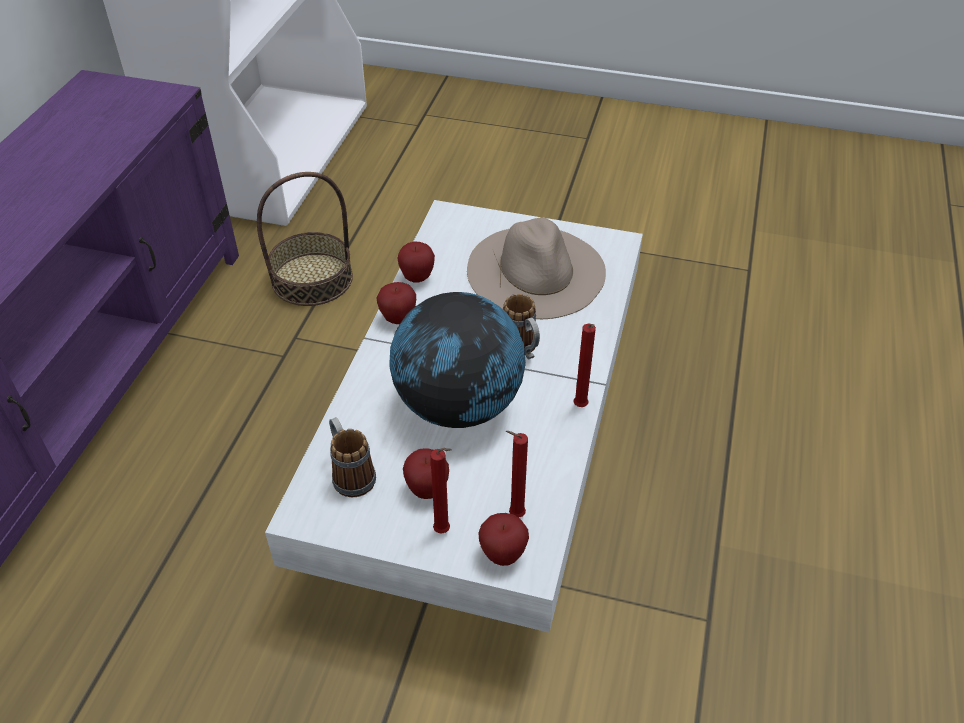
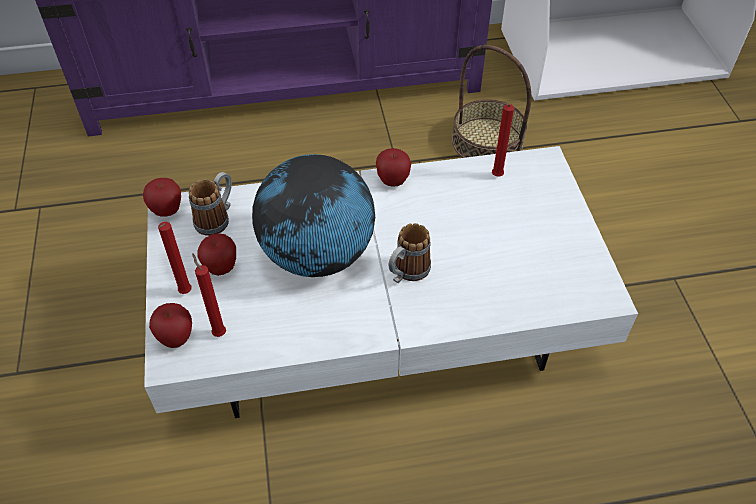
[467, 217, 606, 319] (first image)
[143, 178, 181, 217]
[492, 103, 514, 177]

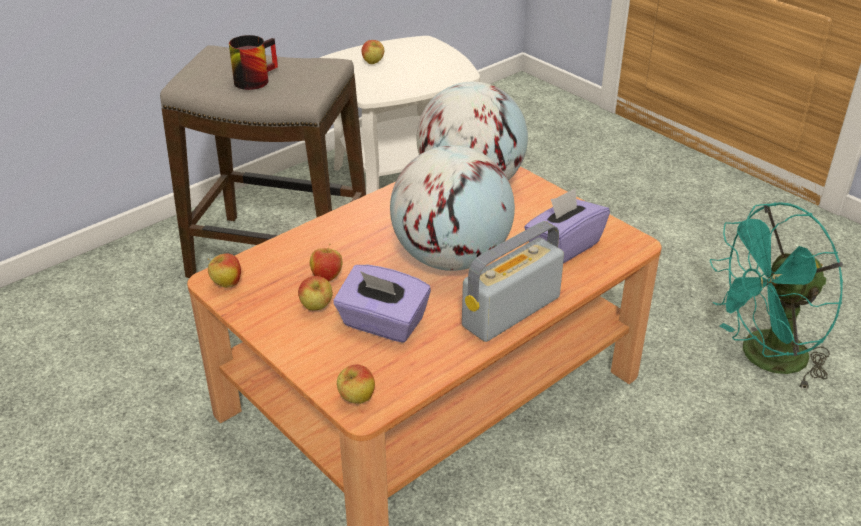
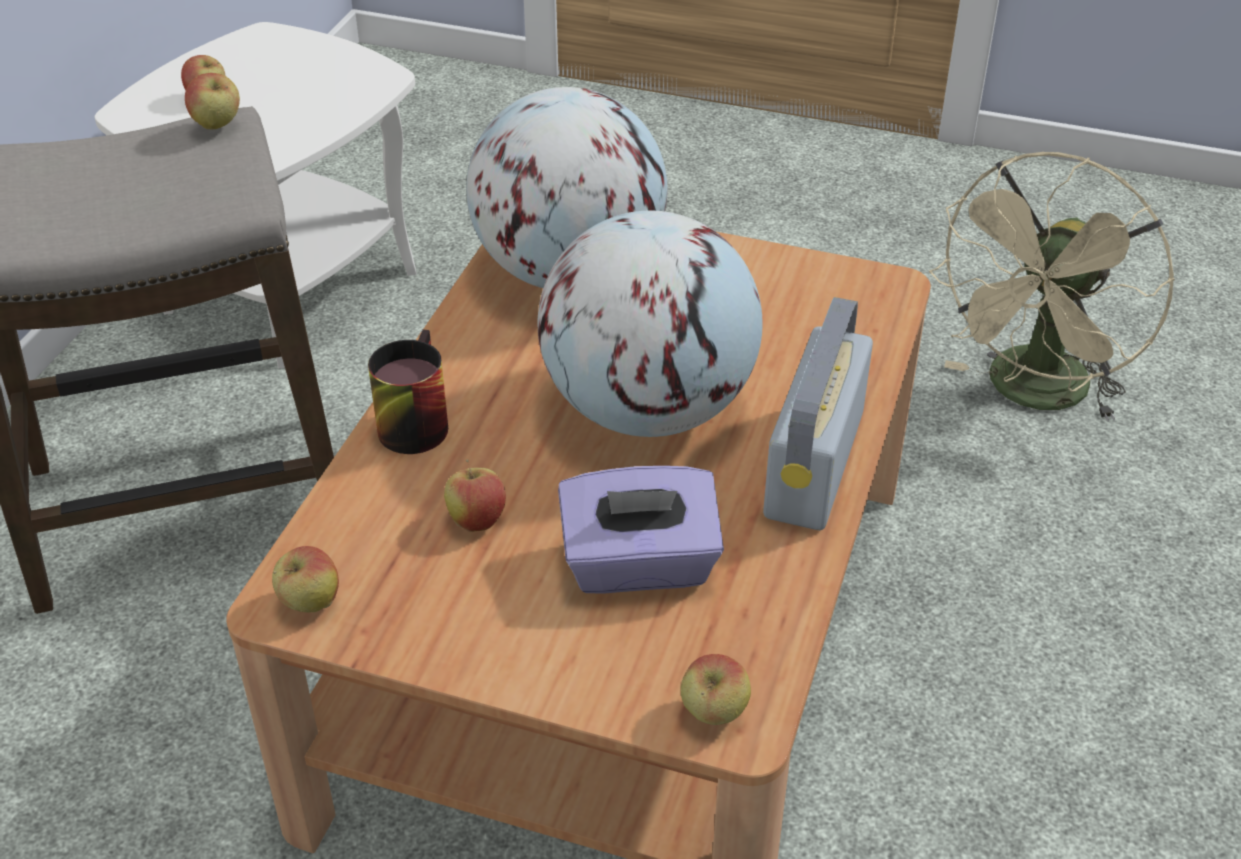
[524, 188, 610, 263] (first image)
[368, 329, 448, 454]
[185, 73, 240, 129]
[929, 152, 1175, 422]

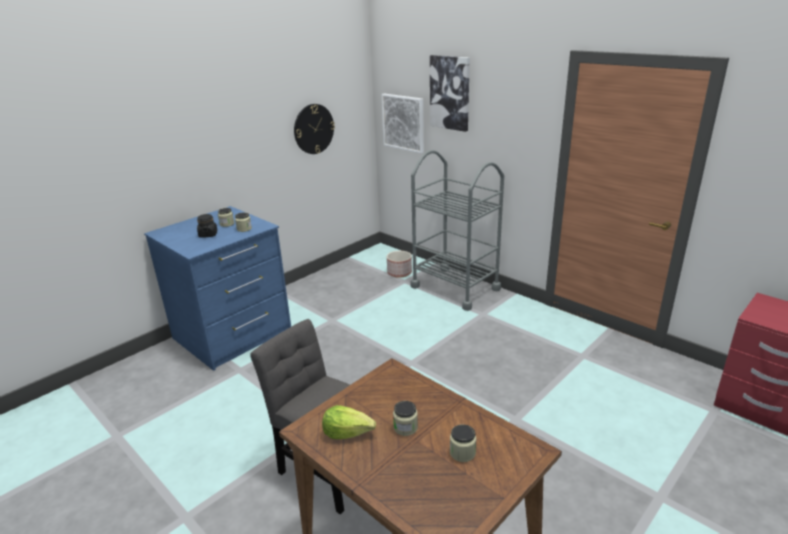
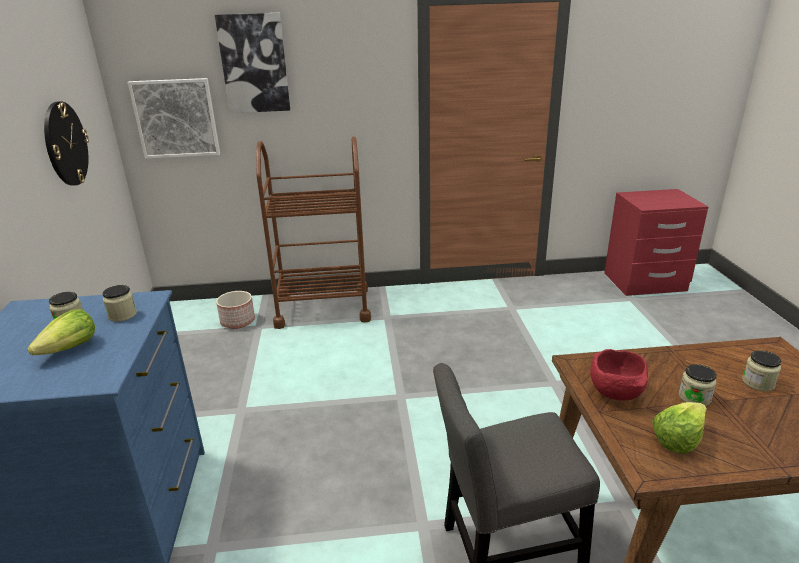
[590, 349, 648, 401]
[27, 309, 95, 355]
[256, 136, 371, 329]

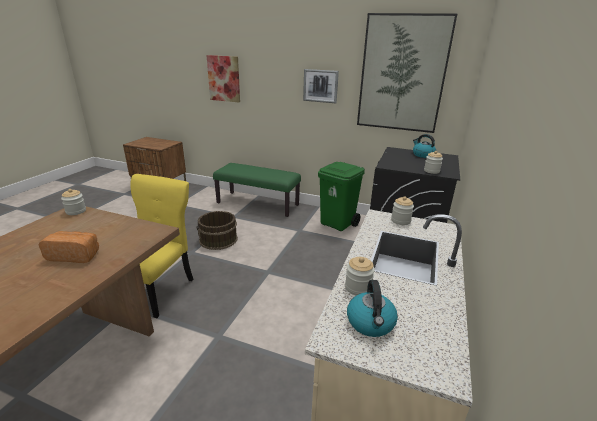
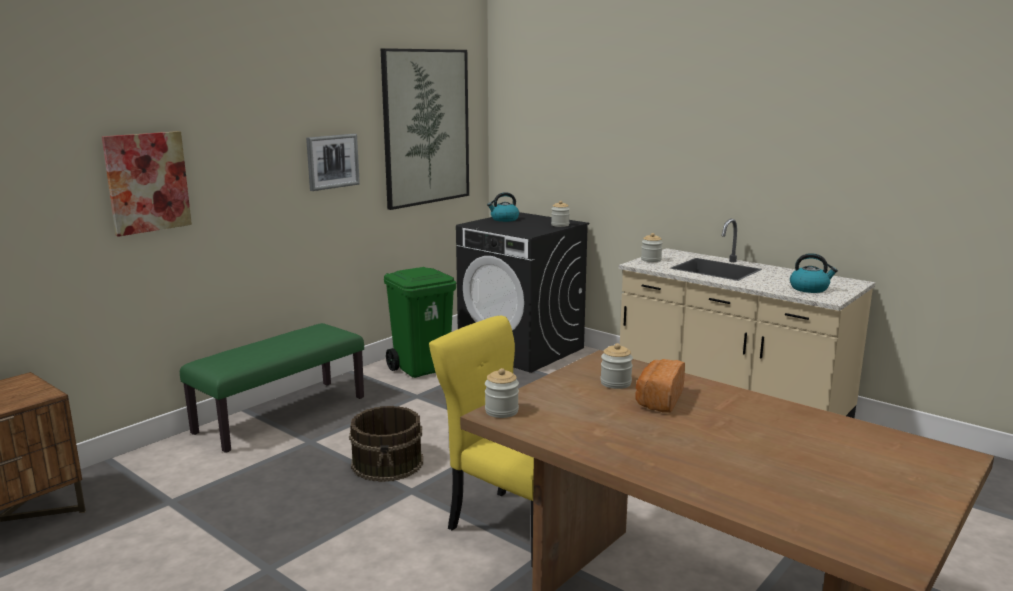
[600, 343, 633, 389]

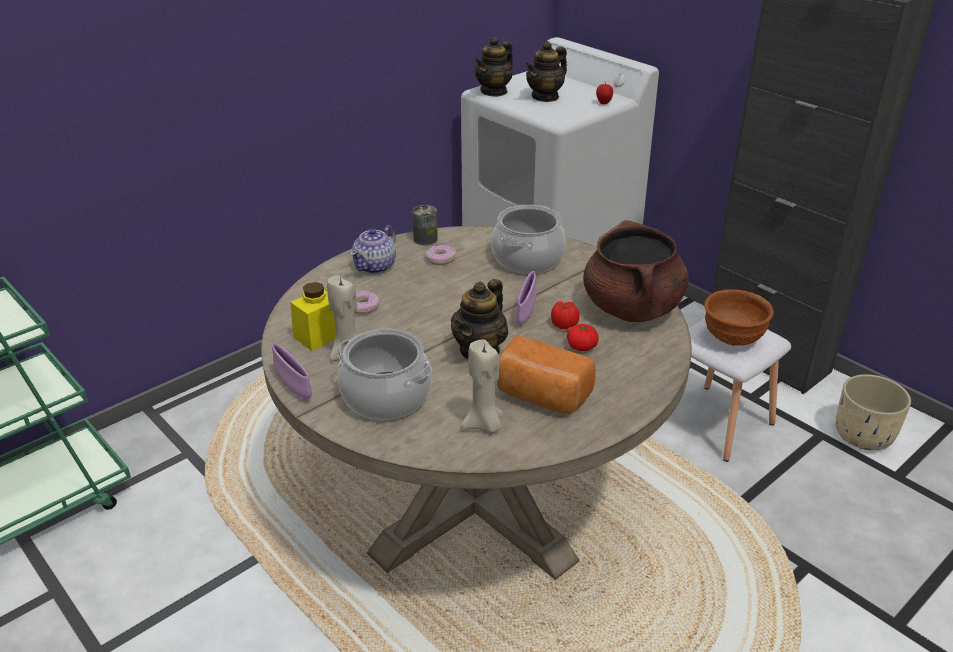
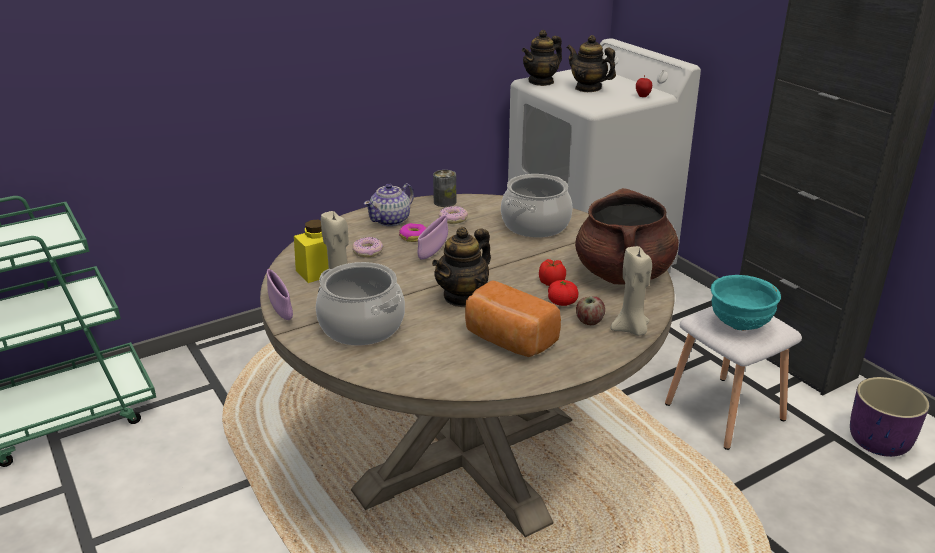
[399, 223, 426, 242]
[576, 296, 605, 325]
[610, 246, 652, 336]
[418, 215, 448, 260]
[711, 275, 781, 330]
[850, 377, 929, 457]
[567, 35, 616, 92]

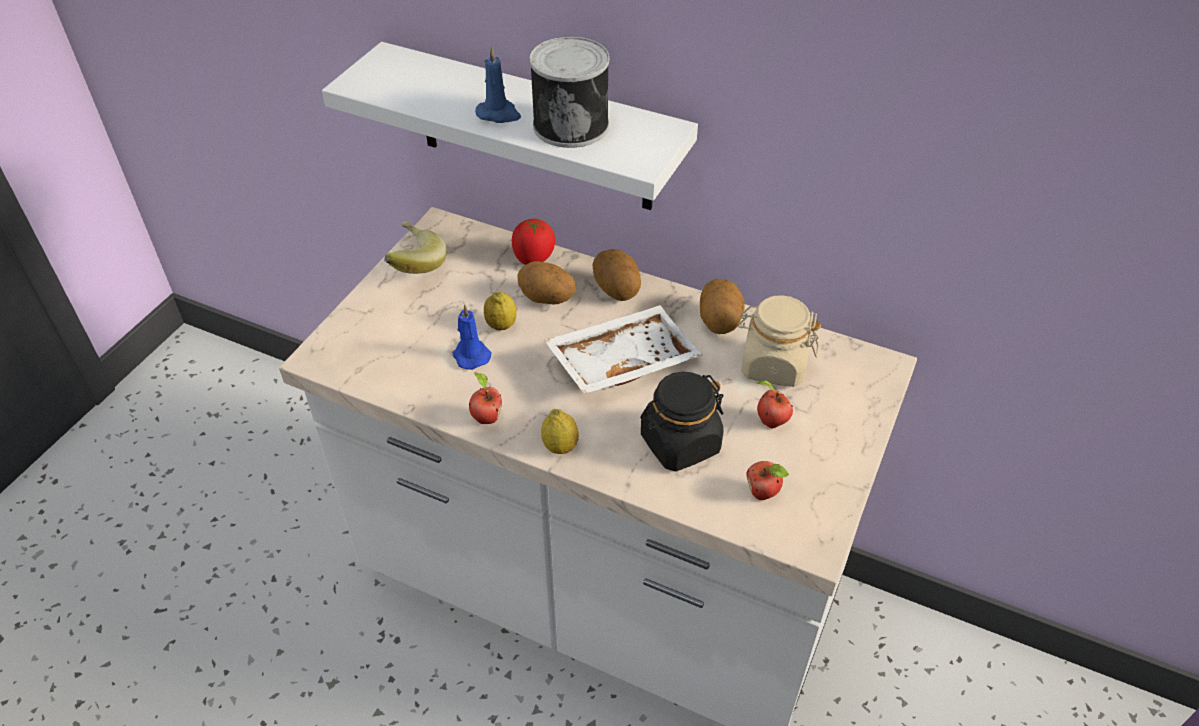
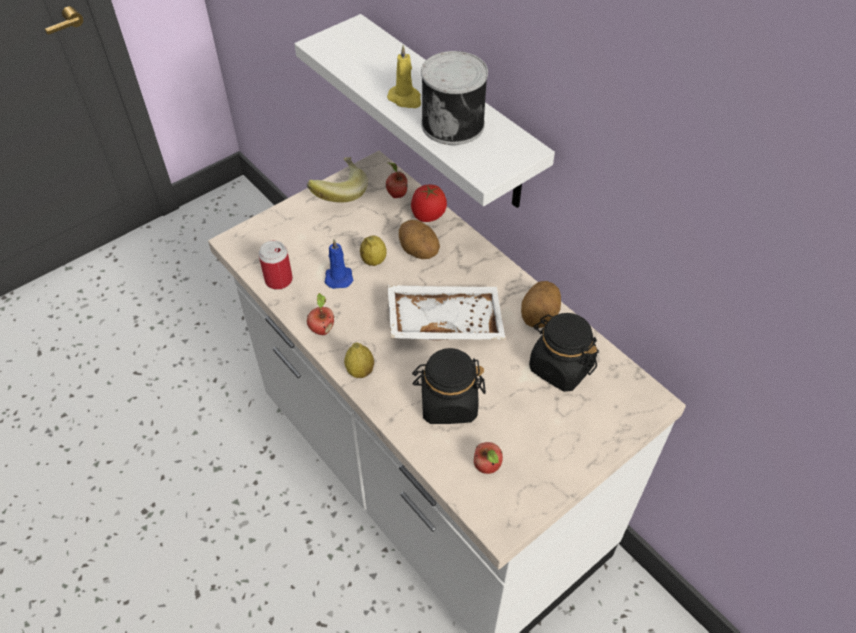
[592, 249, 641, 301] (first image)
[259, 240, 293, 290]
[386, 162, 407, 198]
[387, 45, 421, 108]
[529, 313, 599, 392]

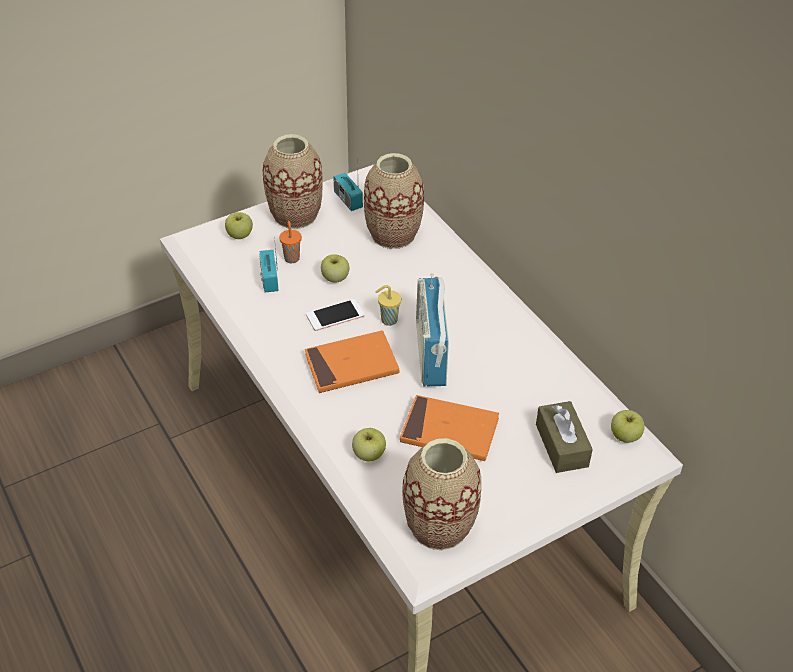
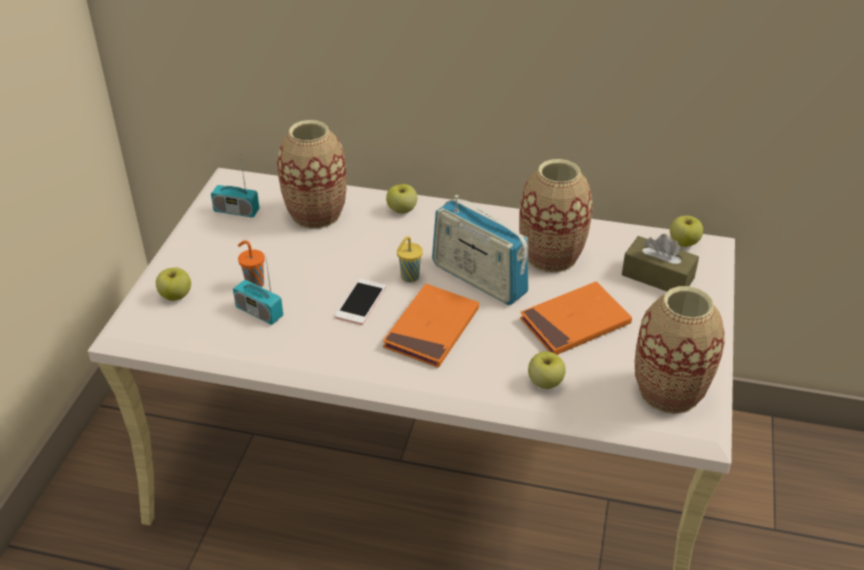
[519, 159, 593, 273]
[386, 184, 417, 214]

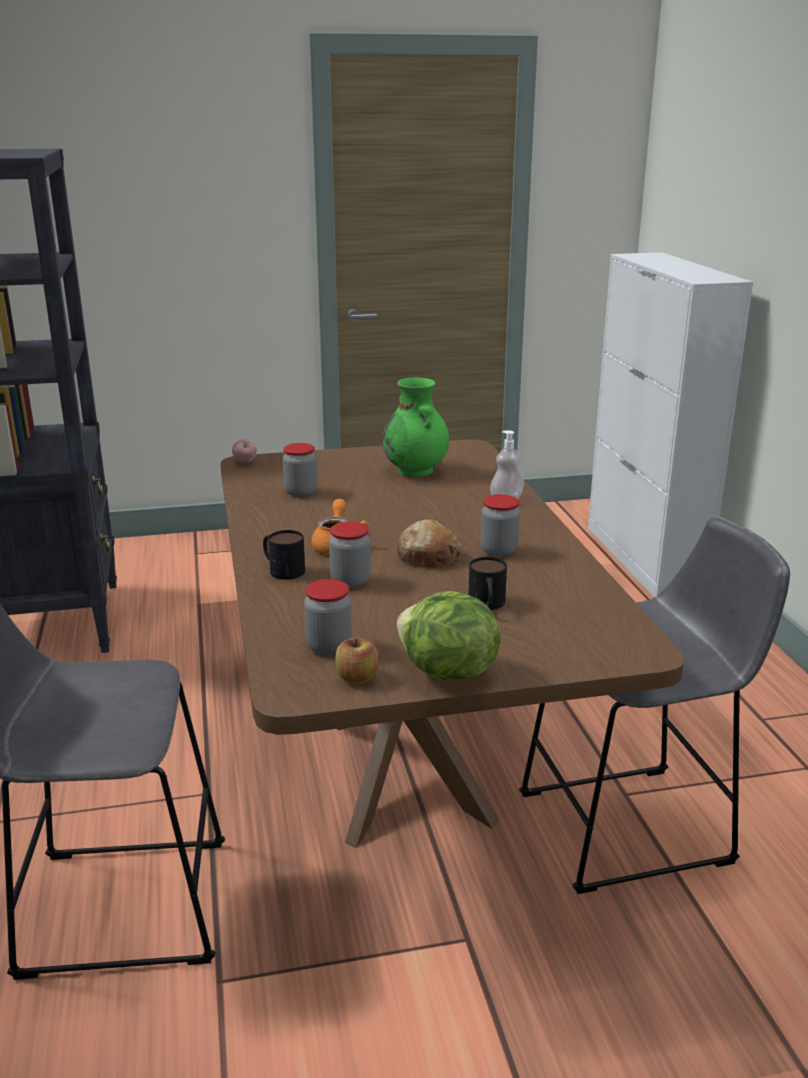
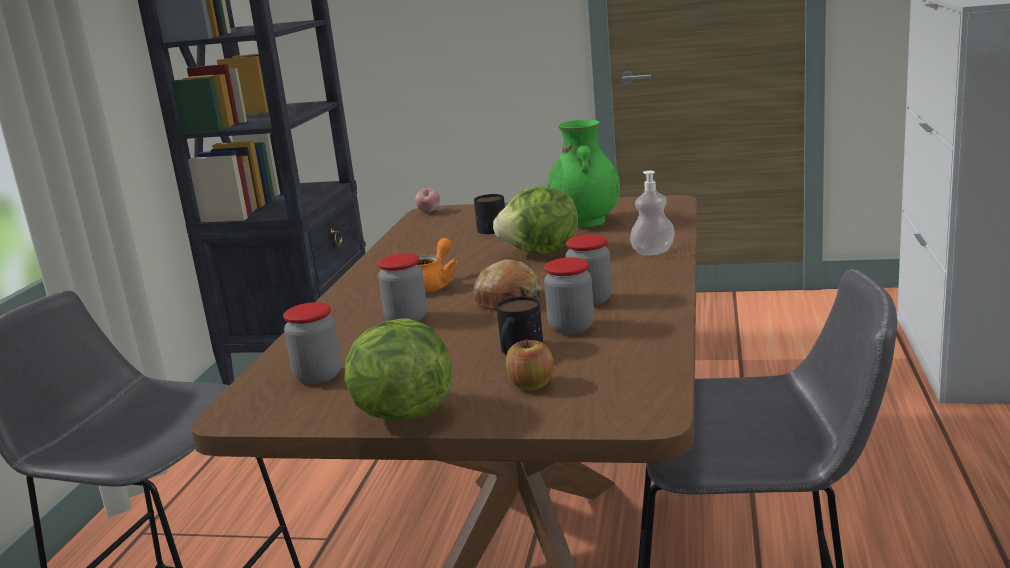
[493, 187, 578, 254]
[474, 194, 505, 234]
[544, 258, 594, 334]
[506, 338, 553, 390]

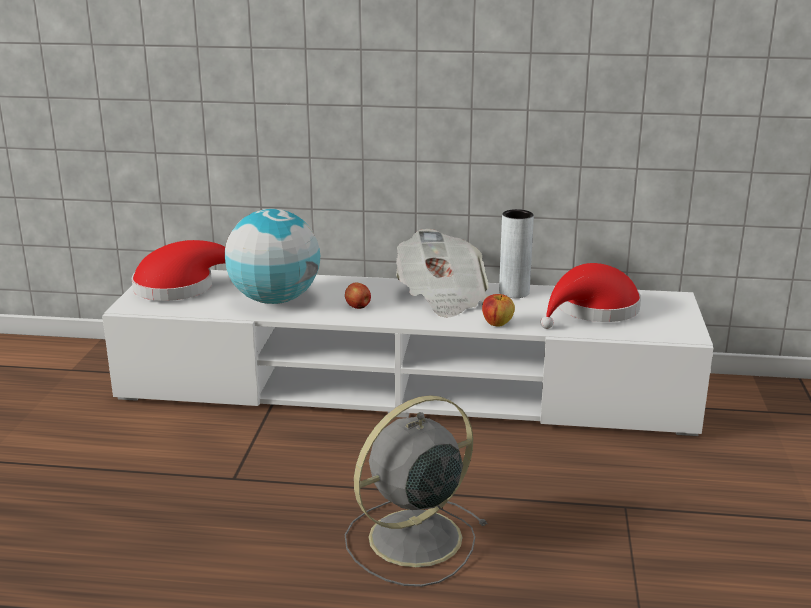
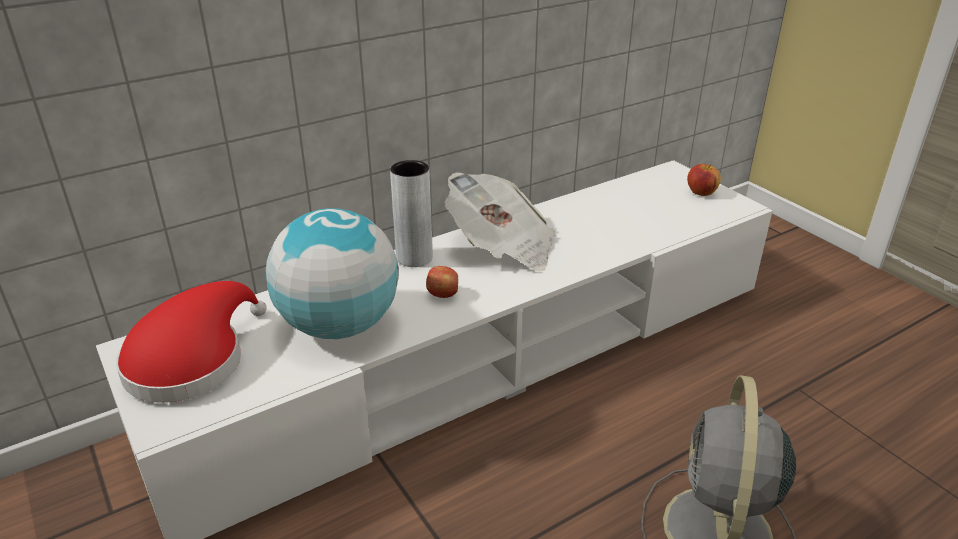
[540, 263, 641, 329] (first image)
[687, 164, 721, 196]
[390, 160, 433, 267]

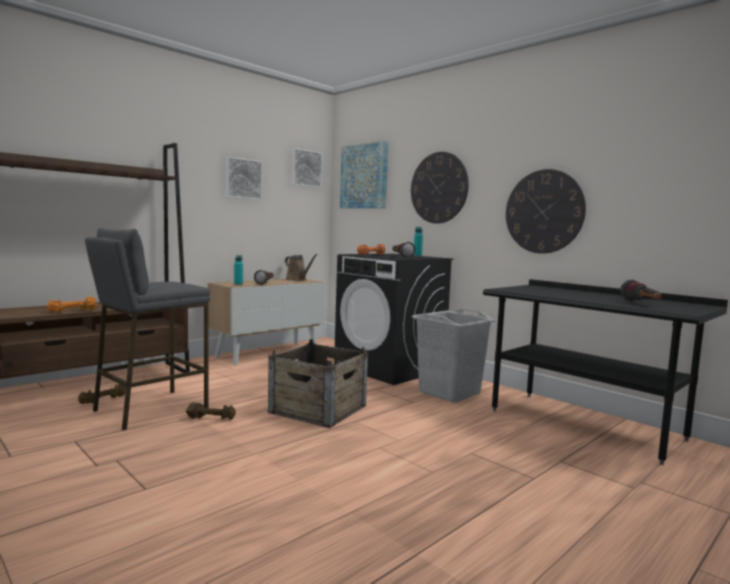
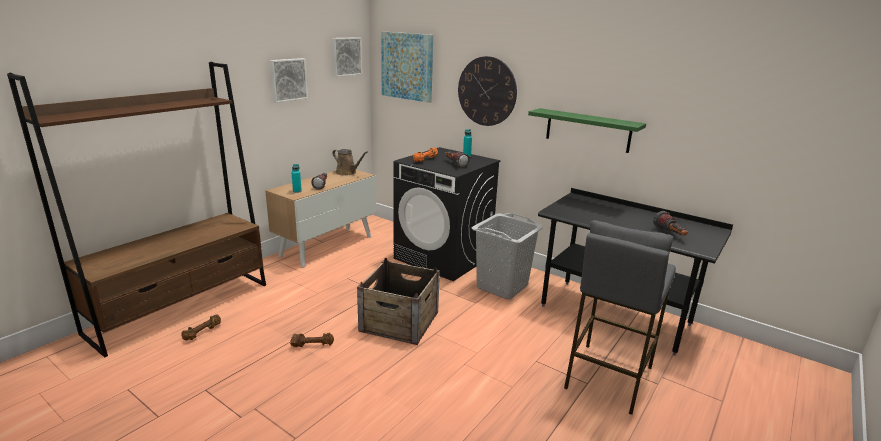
[47, 297, 97, 312] (first image)
[564, 220, 676, 415]
[528, 108, 646, 153]

